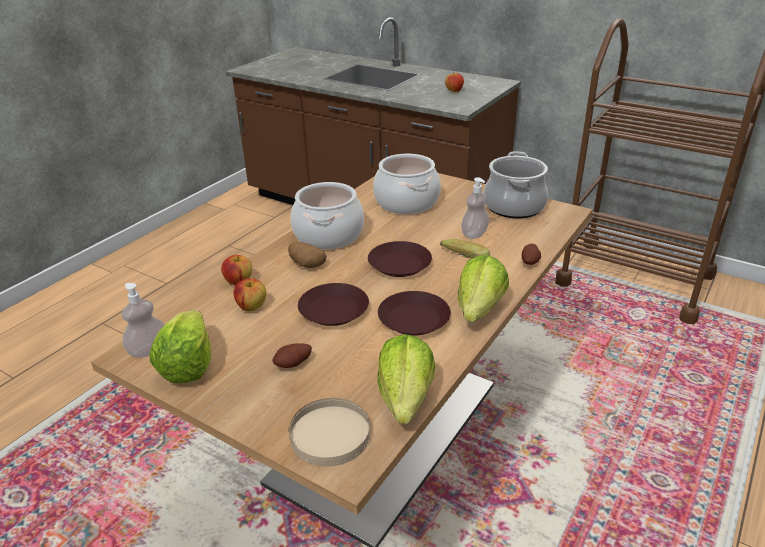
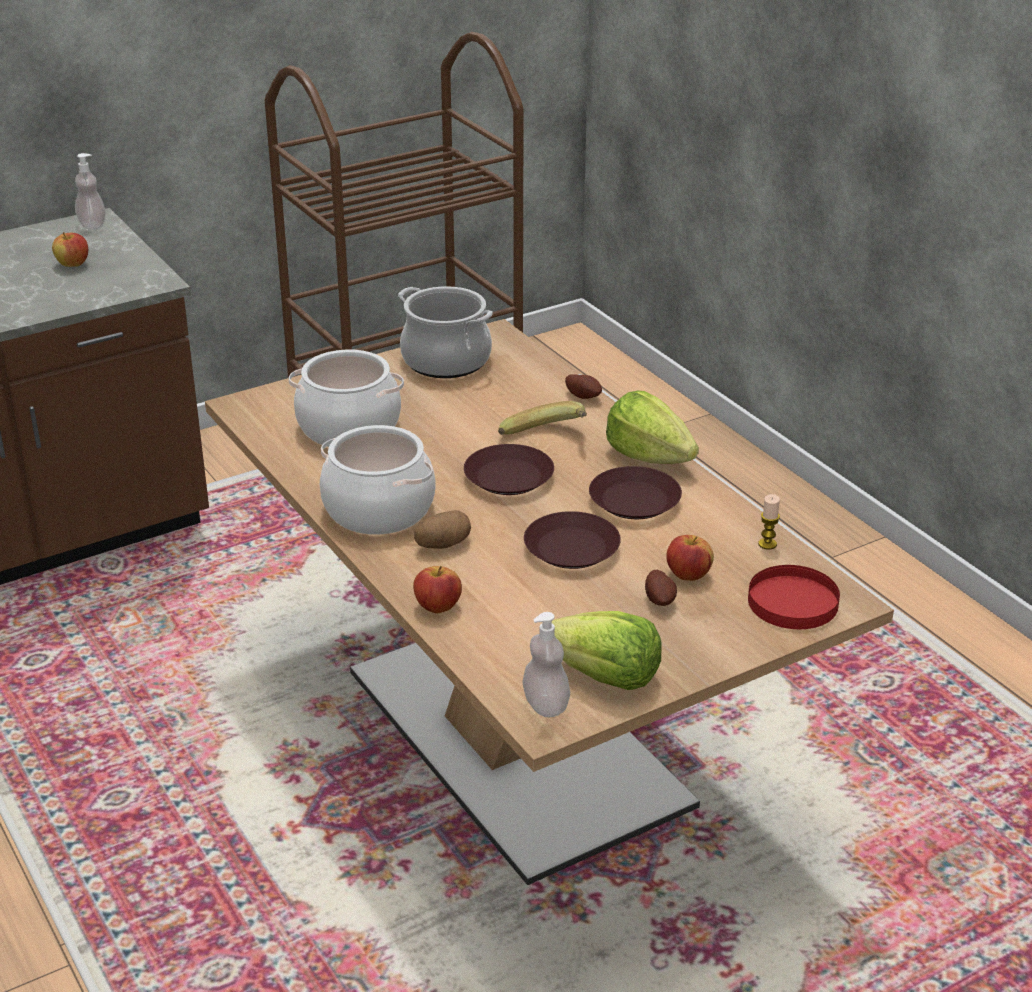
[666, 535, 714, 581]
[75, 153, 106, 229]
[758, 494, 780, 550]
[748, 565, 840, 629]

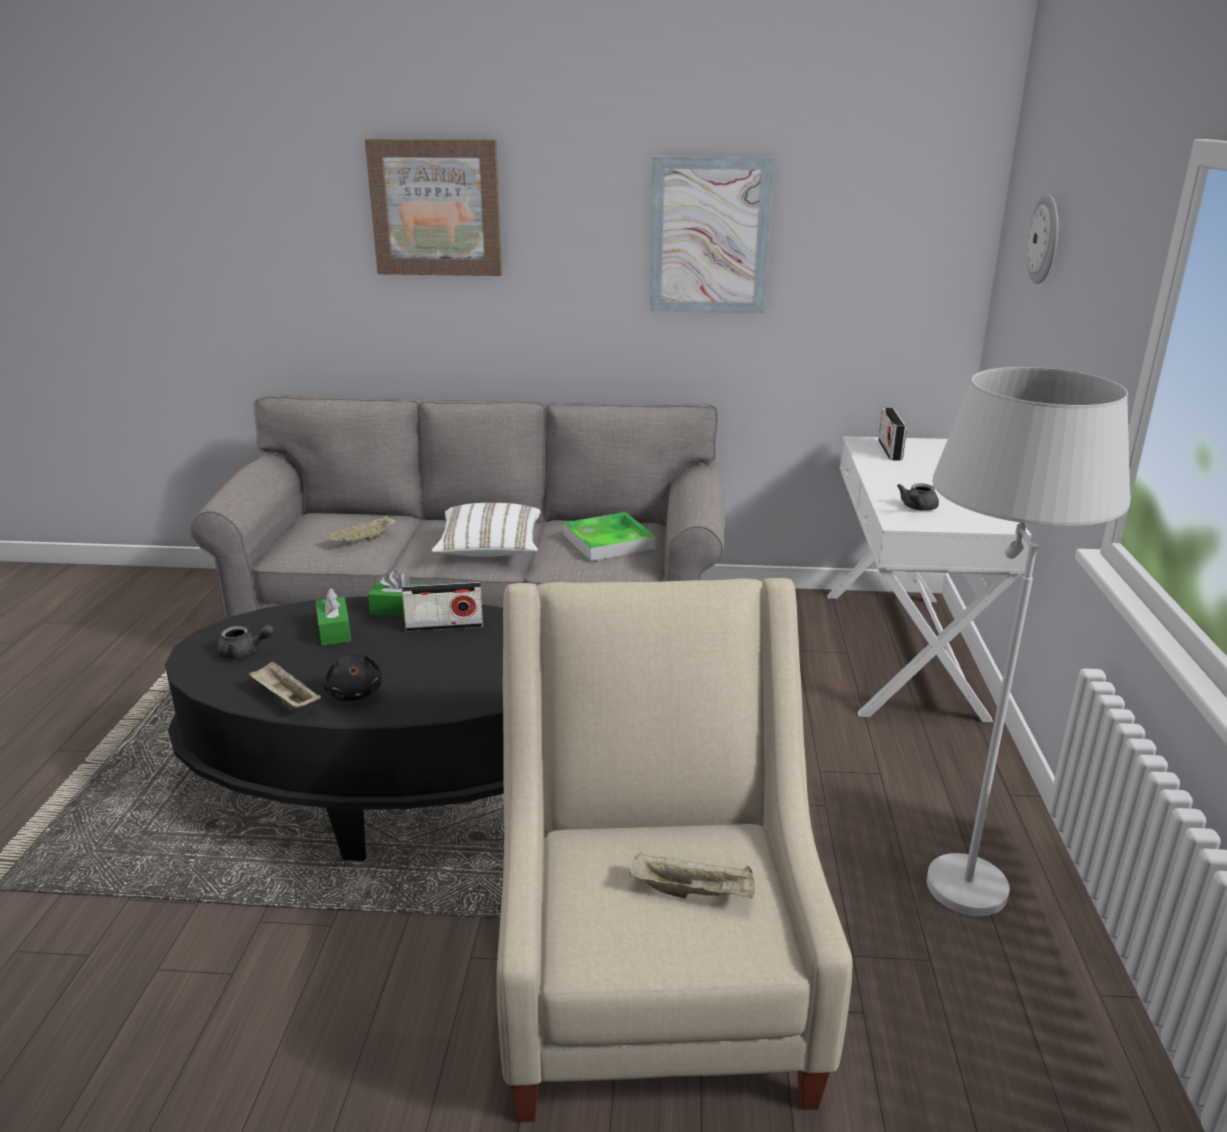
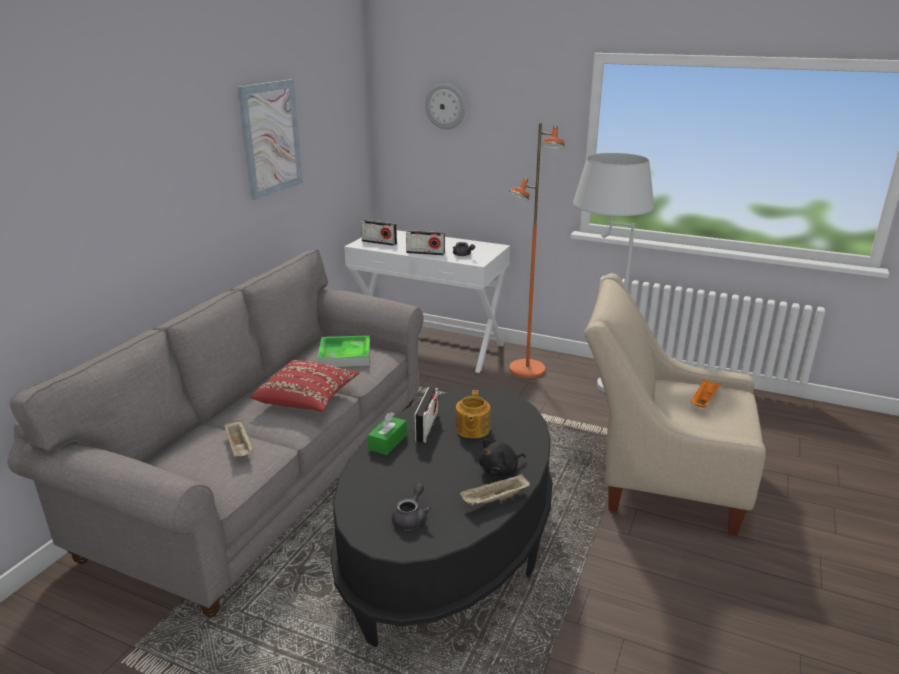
[315, 589, 351, 646] (first image)
[365, 139, 502, 276] (first image)
[406, 230, 445, 255]
[455, 390, 490, 438]
[509, 123, 565, 378]
[251, 360, 359, 411]
[690, 379, 722, 408]
[479, 439, 525, 476]

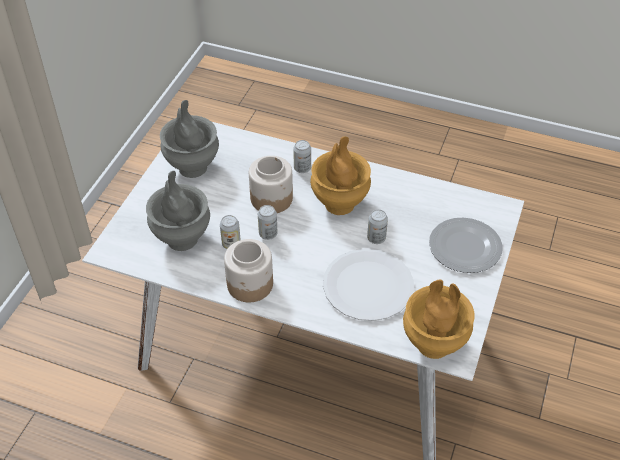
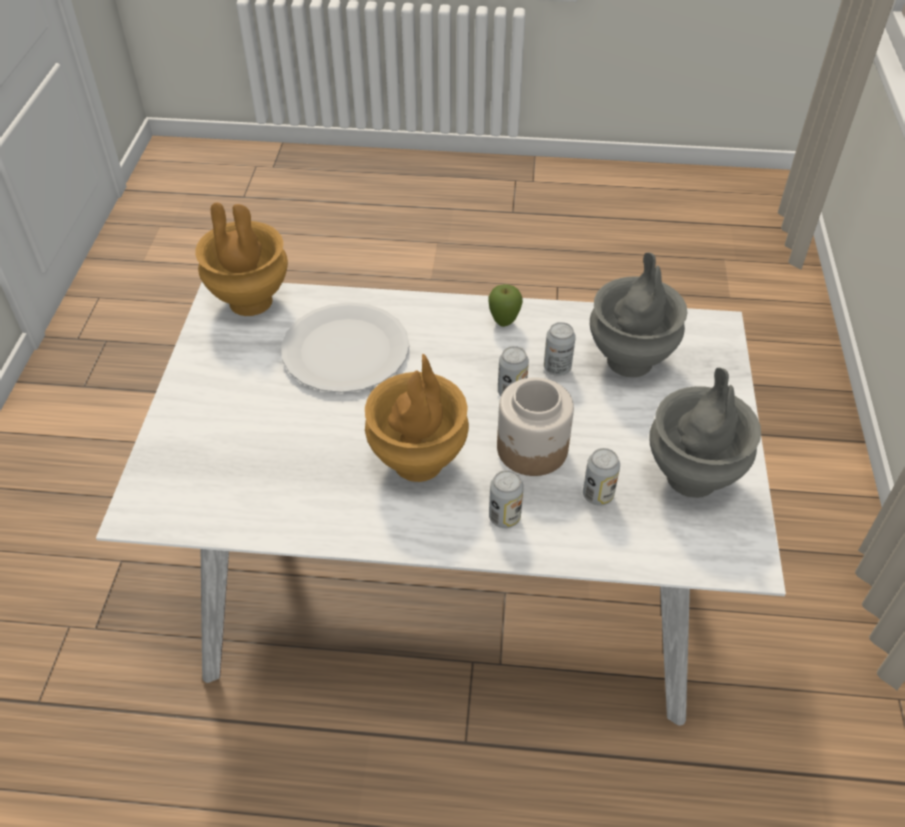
[429, 217, 503, 273] (first image)
[583, 448, 620, 506]
[489, 284, 523, 327]

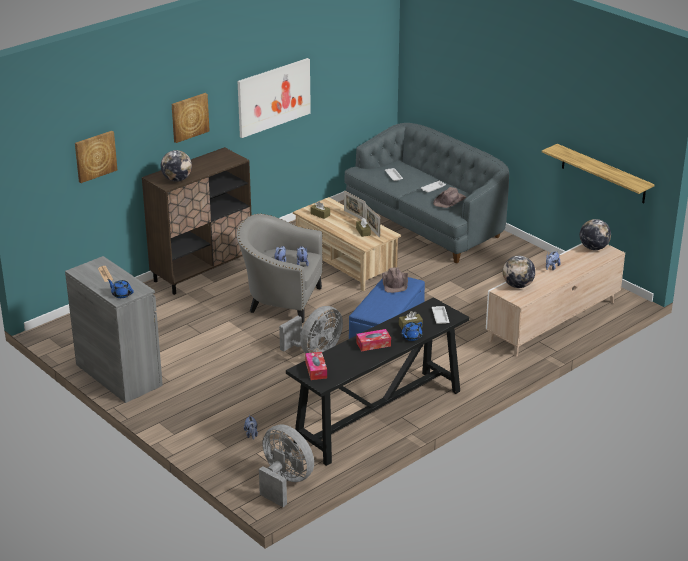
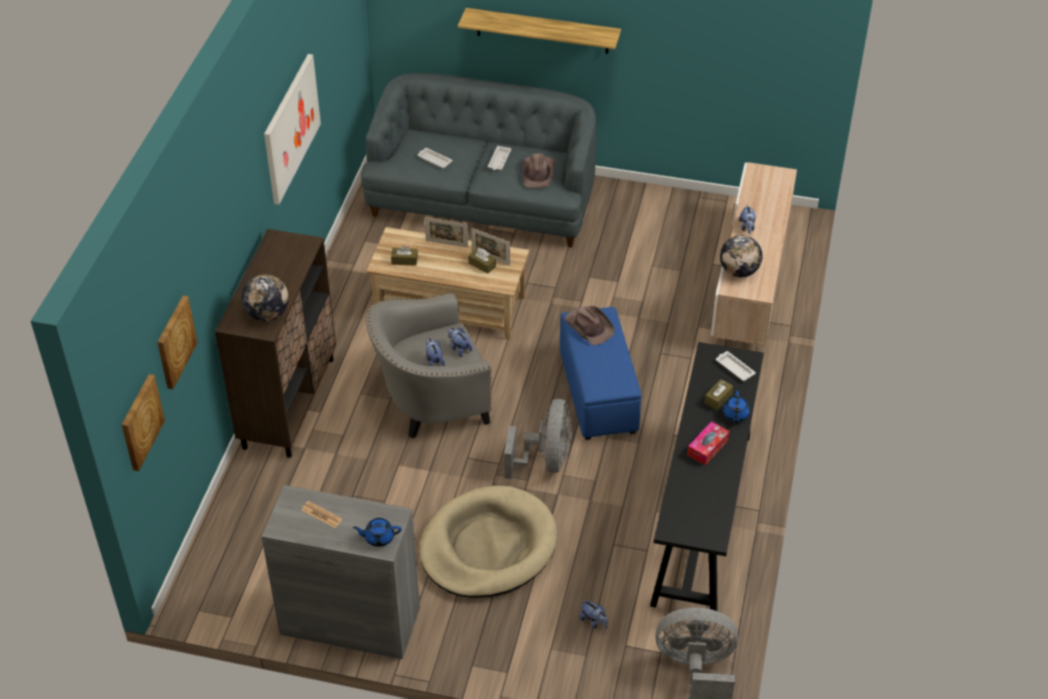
[305, 352, 327, 380] (first image)
[580, 219, 611, 250] (first image)
[419, 485, 557, 598]
[122, 374, 165, 471]
[458, 8, 621, 54]

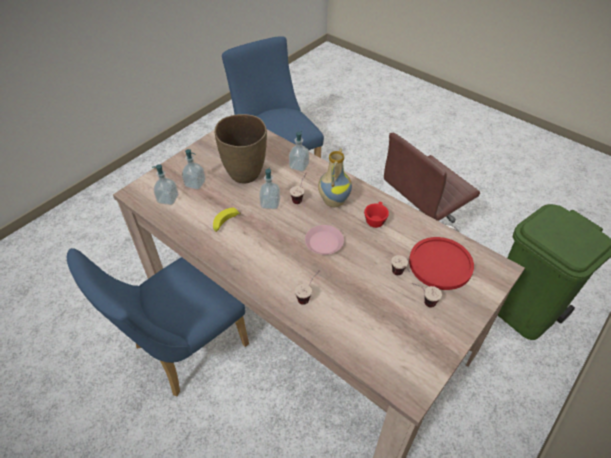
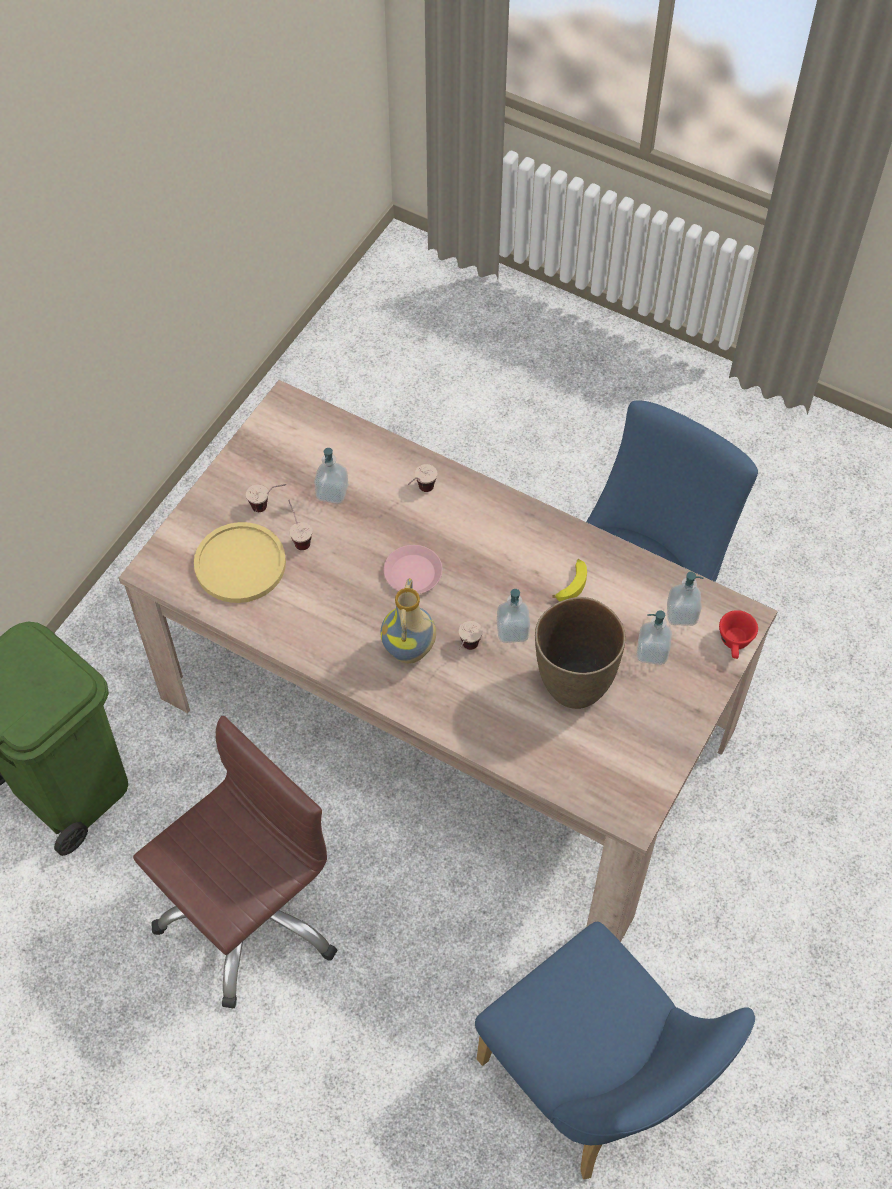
[314, 448, 348, 504]
[719, 610, 758, 659]
[194, 522, 286, 603]

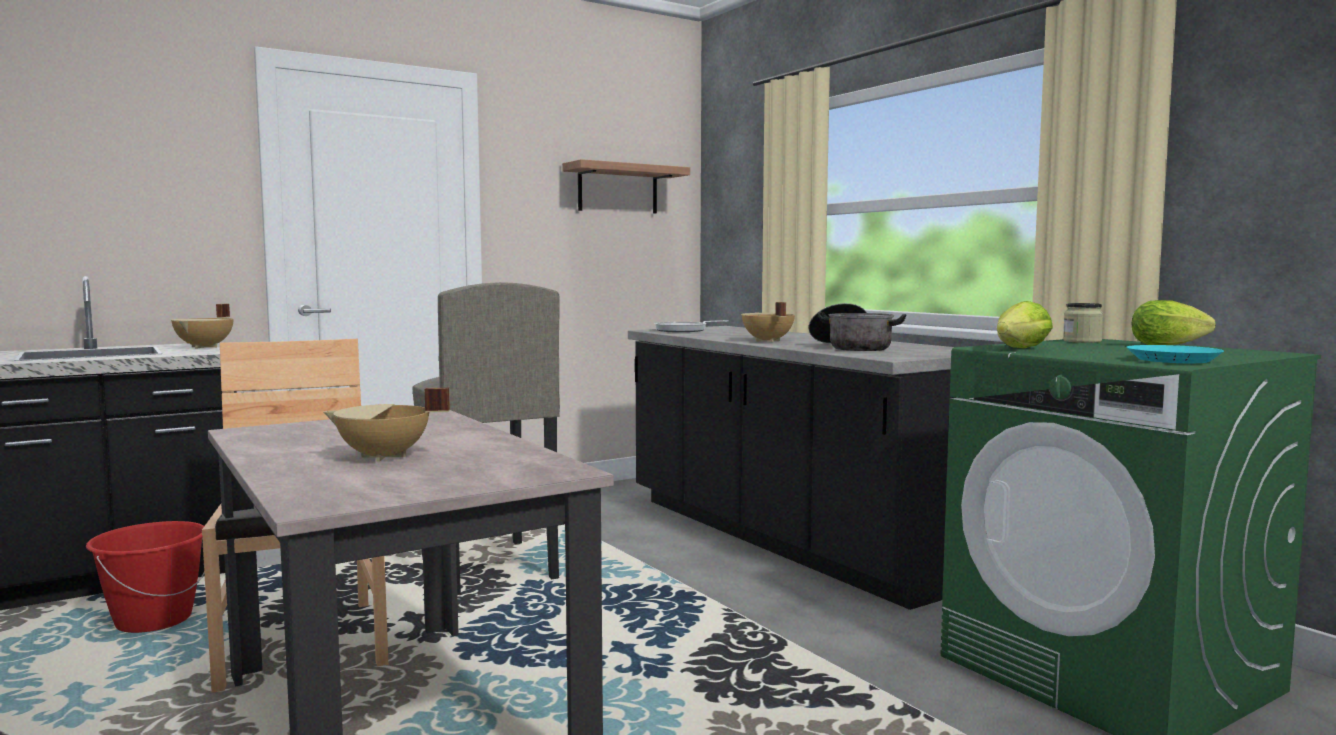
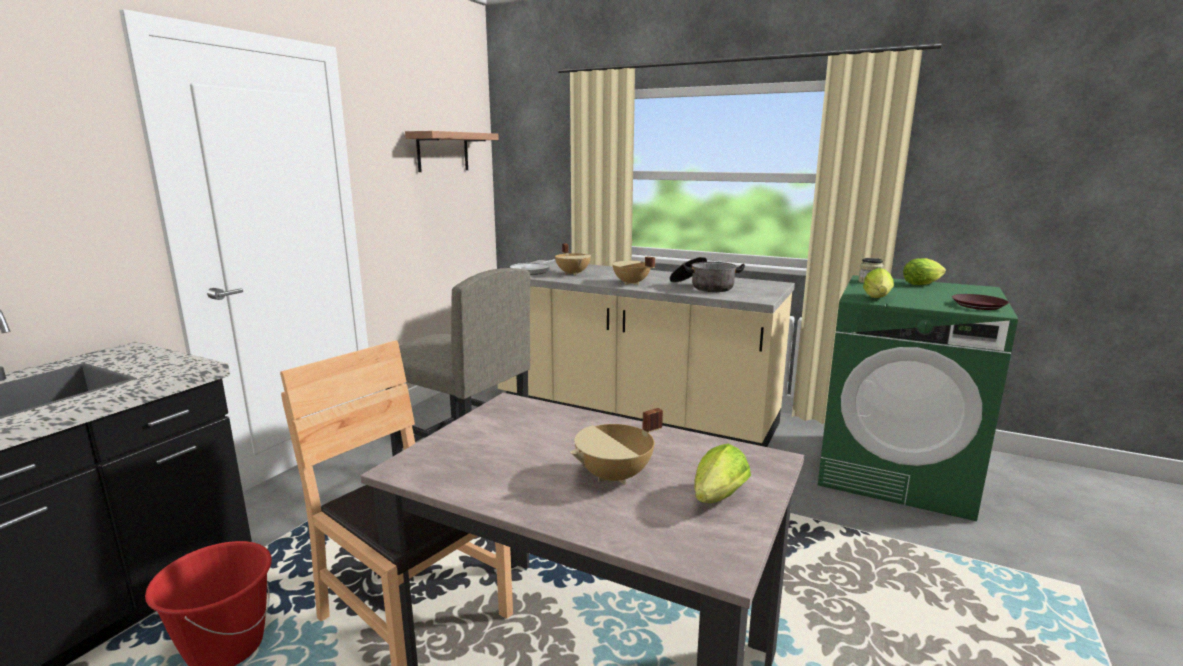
[694, 444, 751, 503]
[555, 243, 591, 275]
[498, 260, 795, 447]
[952, 294, 1009, 310]

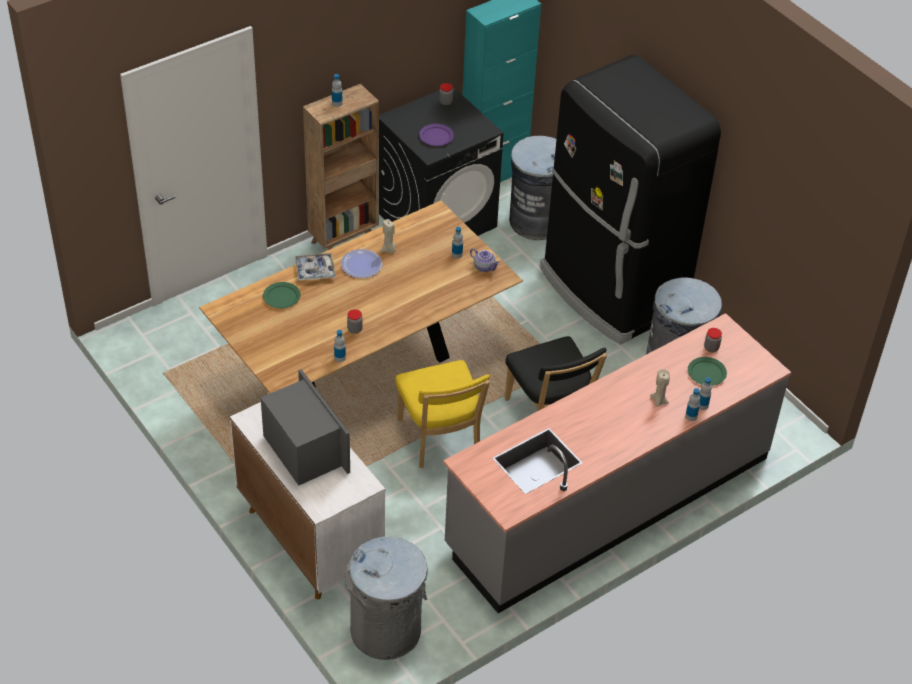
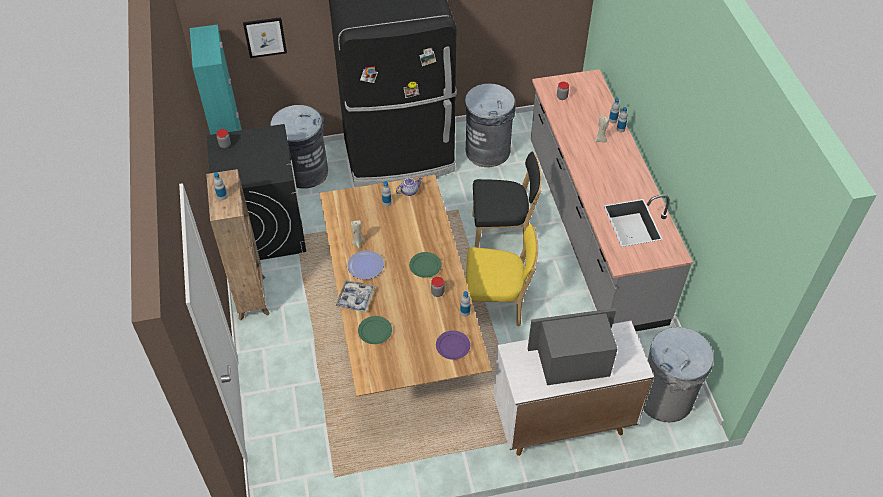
[243, 17, 287, 58]
[436, 330, 470, 360]
[409, 252, 442, 278]

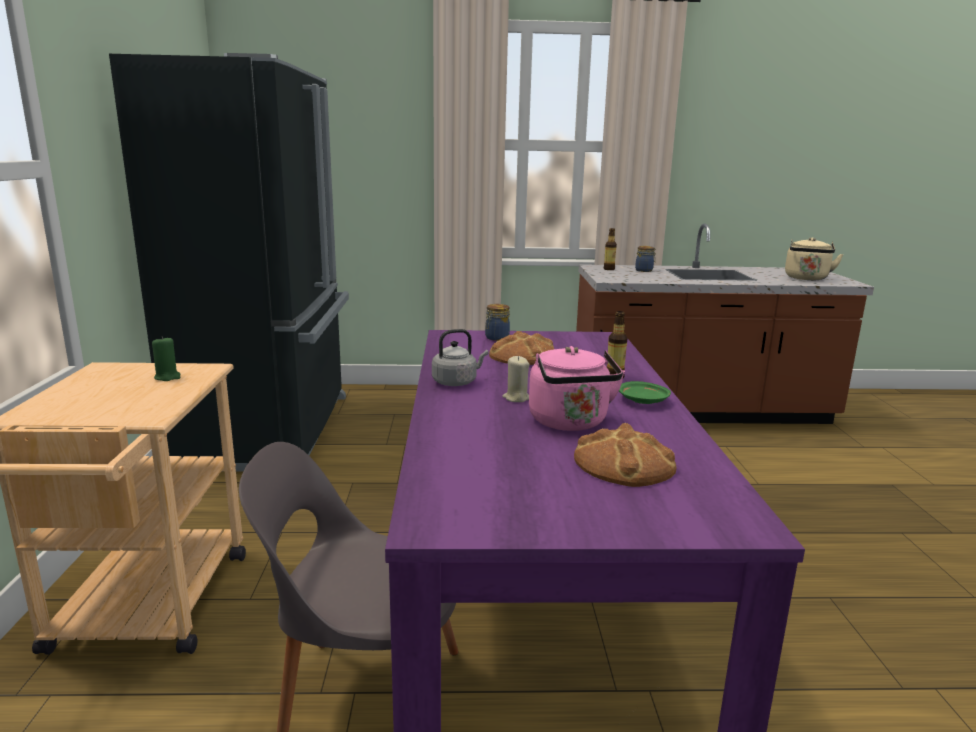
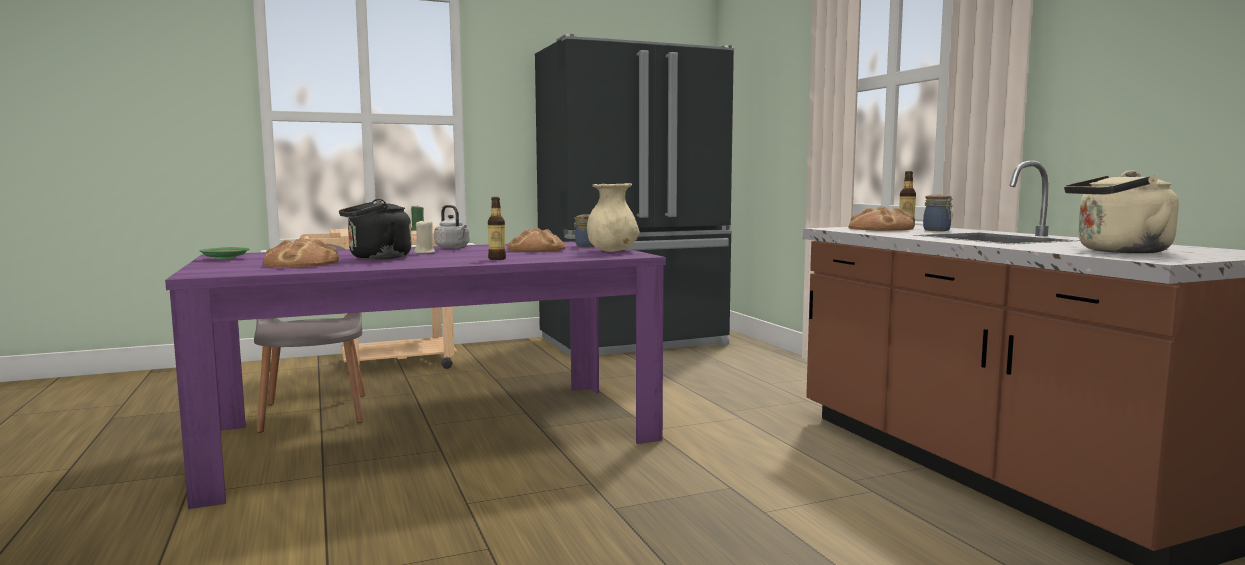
[587, 183, 640, 252]
[849, 206, 914, 231]
[199, 247, 249, 260]
[339, 199, 412, 260]

